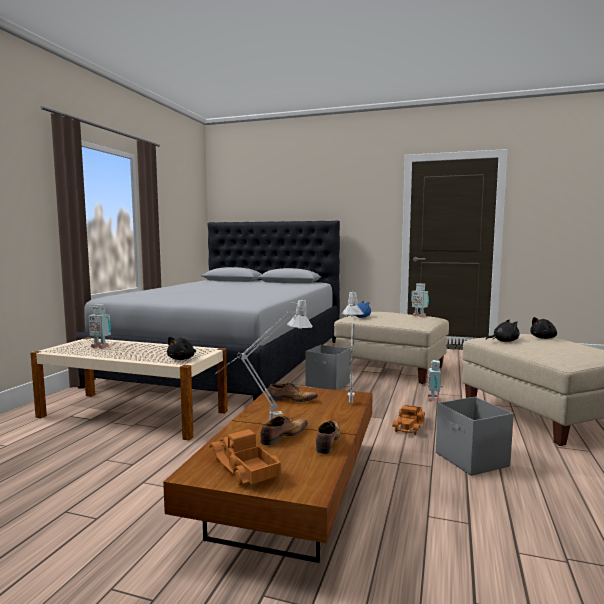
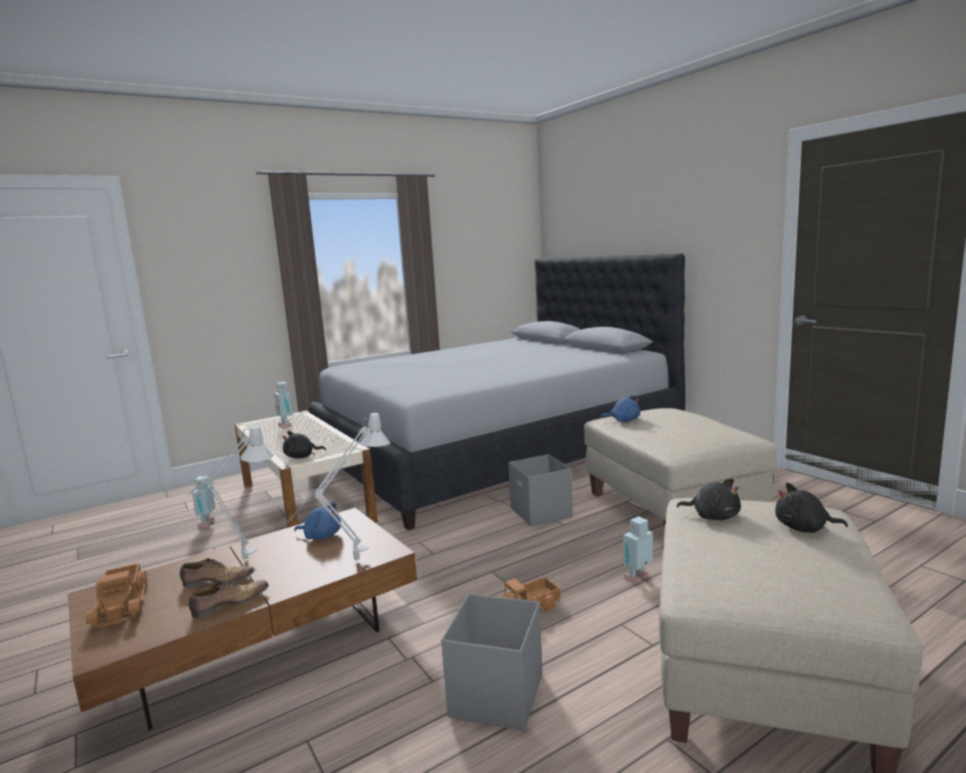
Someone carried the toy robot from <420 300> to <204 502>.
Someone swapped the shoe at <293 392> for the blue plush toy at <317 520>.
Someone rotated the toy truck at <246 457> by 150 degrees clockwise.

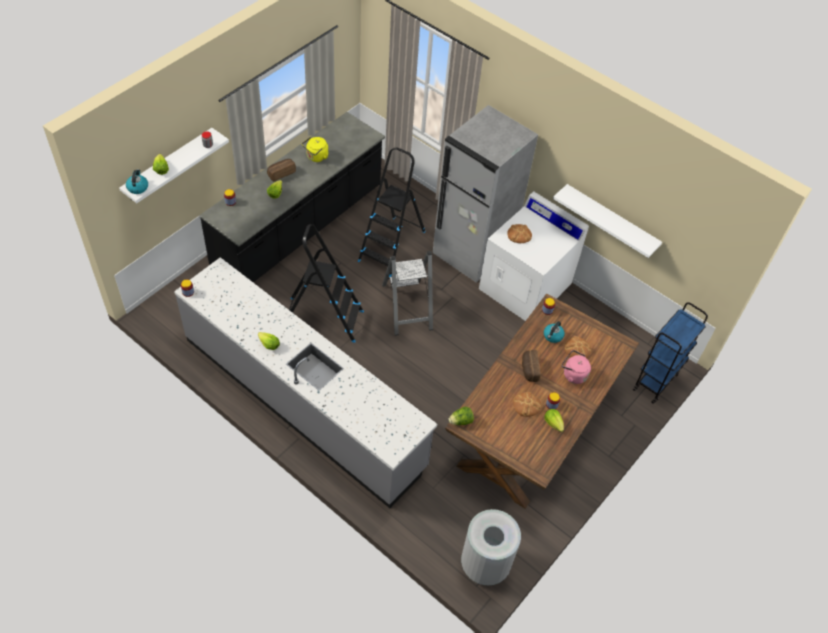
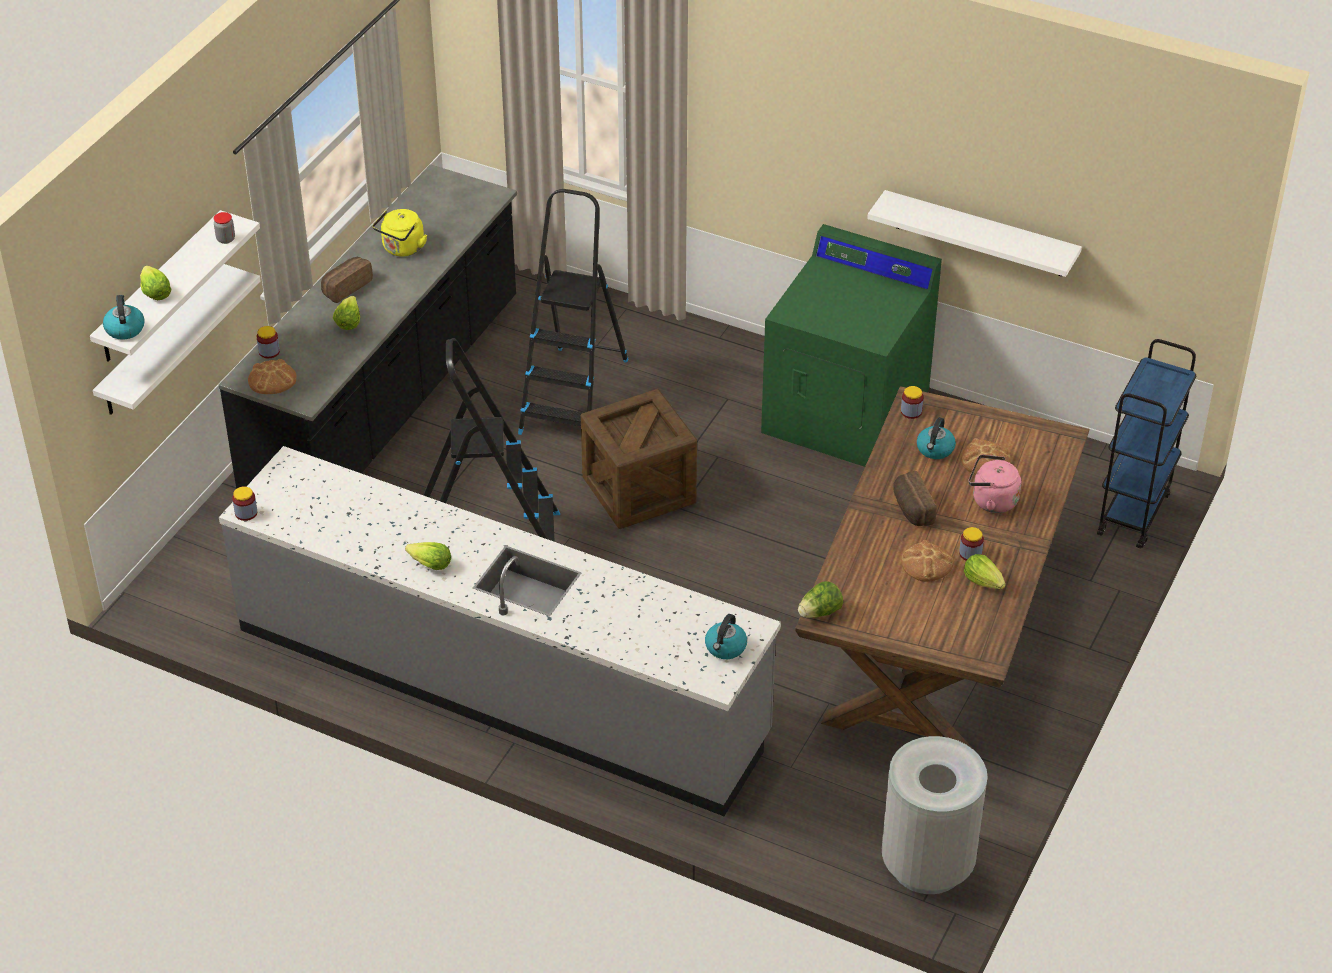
Someone took away the grey fridge at <485 194>.
Someone put up the white shelf at <177 339>.
Someone put down the kettle at <726 636>.
Someone carried the bread from <519 233> to <272 376>.
Someone swapped the grey step ladder at <407 293> for the crate at <639 459>.
Someone repainted the white washing machine at <534 256>, which became the green washing machine at <851 345>.

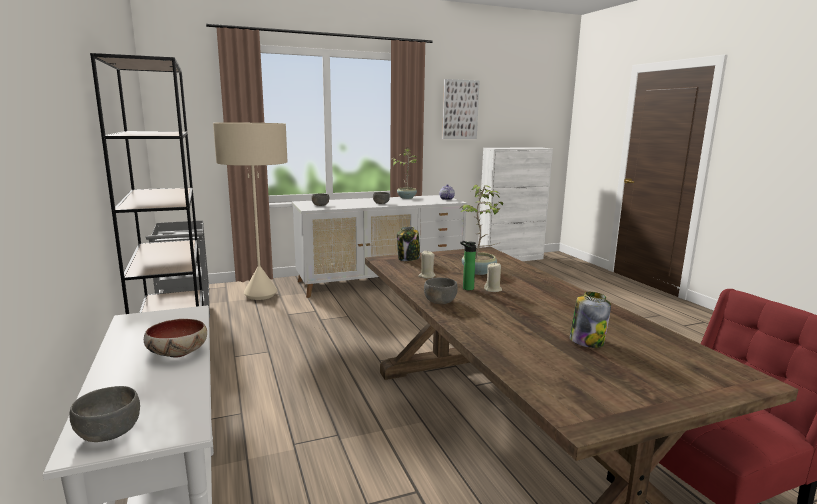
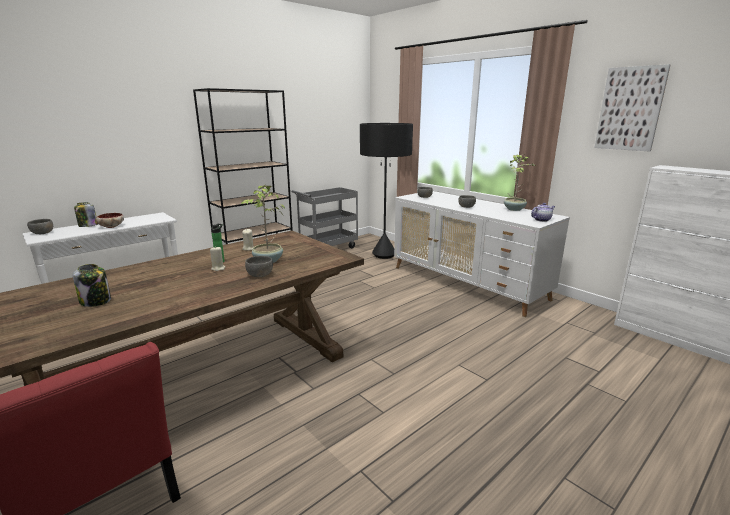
Someone carried the jar from <408 244> to <86 214>.
Someone carried the grey bowl from <441 291> to <259 266>.
Someone repainted the beige floor lamp at <250 211>, which became the black floor lamp at <386 191>.

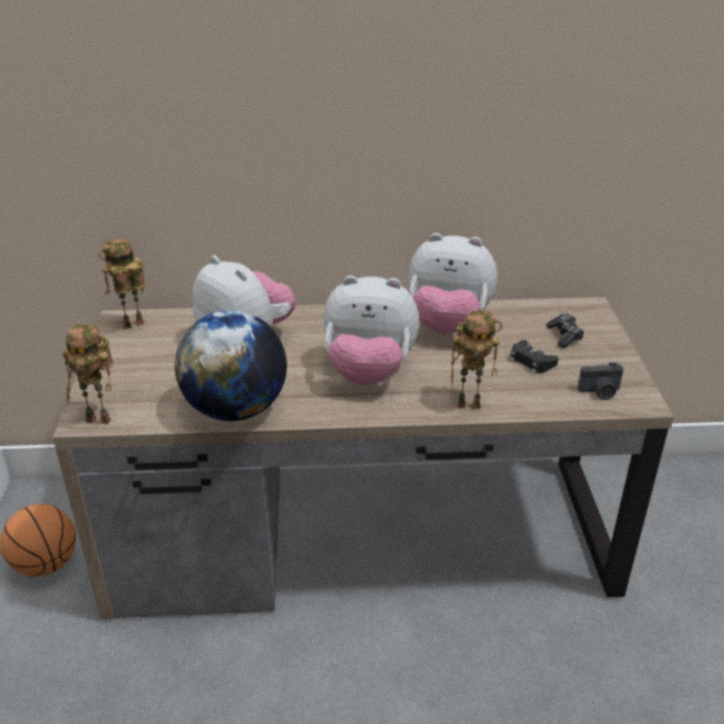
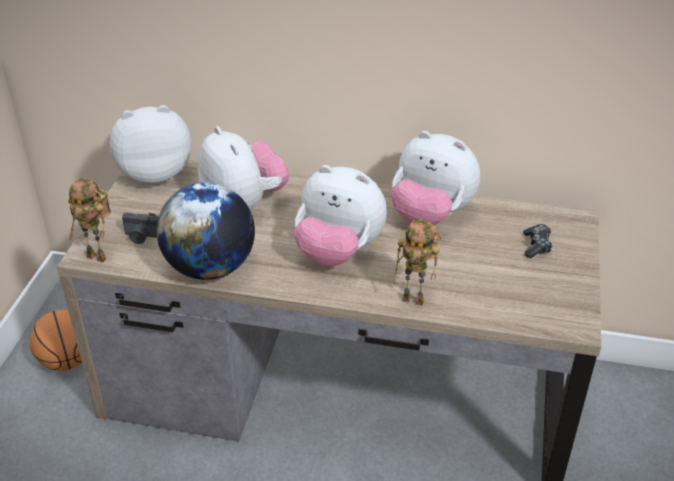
Someone took away the black game controller at <534 357>.
Someone carried the photo camera from <601 381> to <140 228>.
Someone swapped the toy robot at <122 284> for the plush toy at <150 145>.

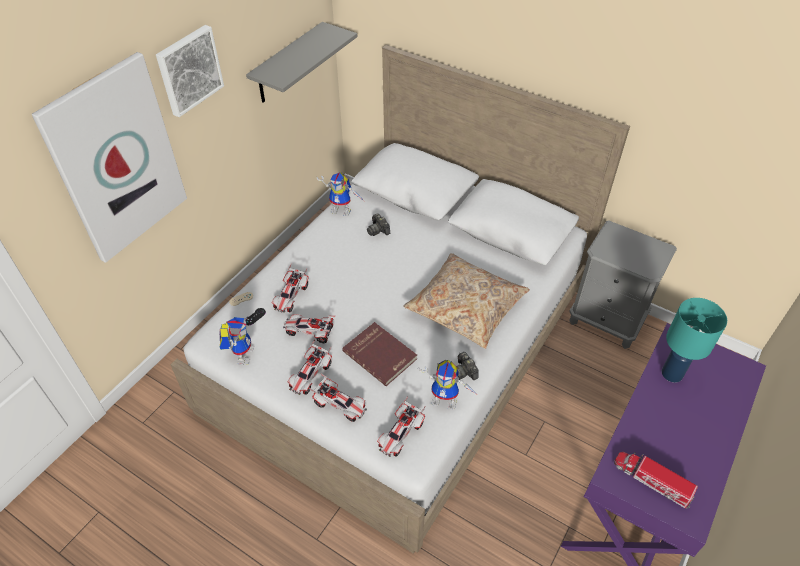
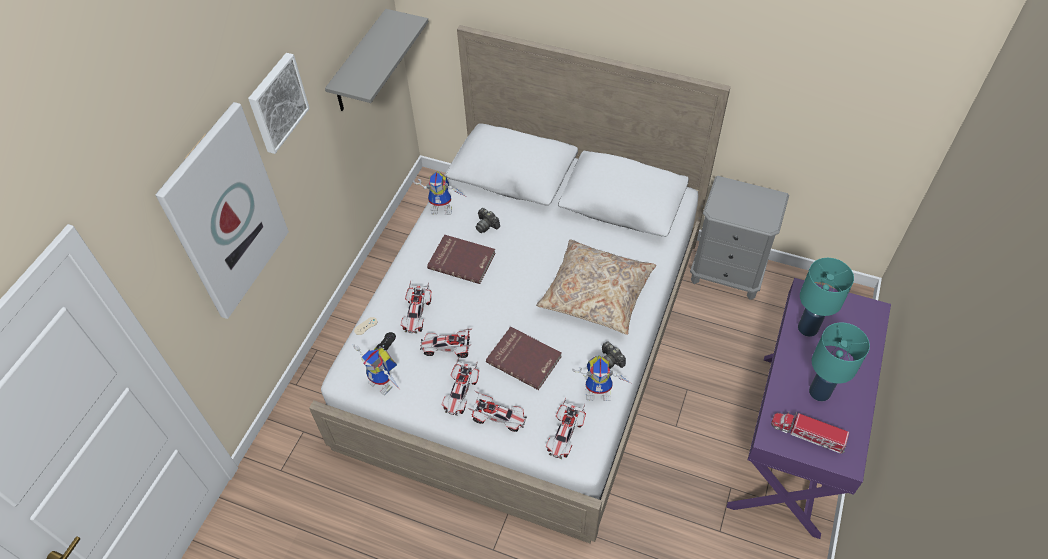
Someone put down the red book at <461 259>.
Someone put down the turquoise table lamp at <839 361>.
Someone rotated the toy robot at <236 341> by 135 degrees clockwise.

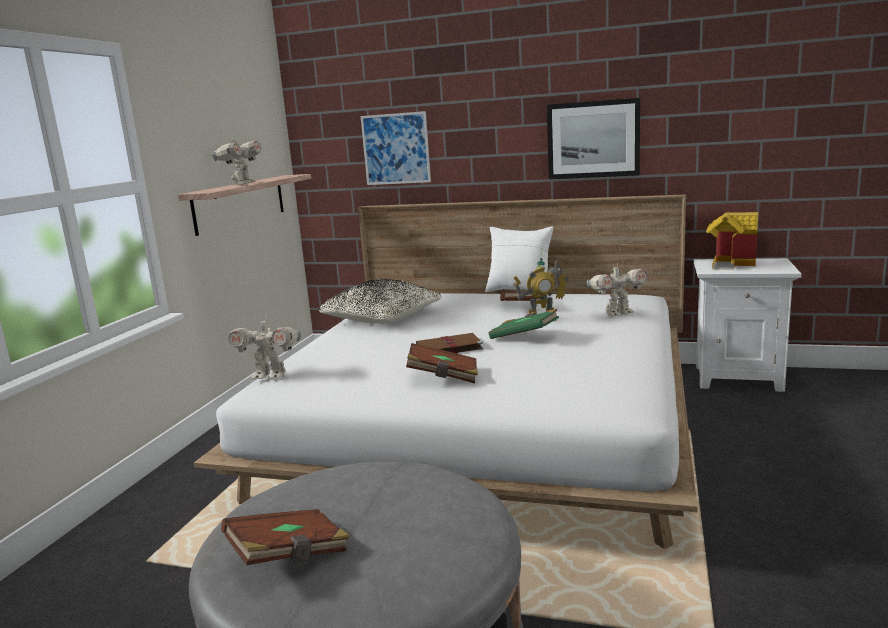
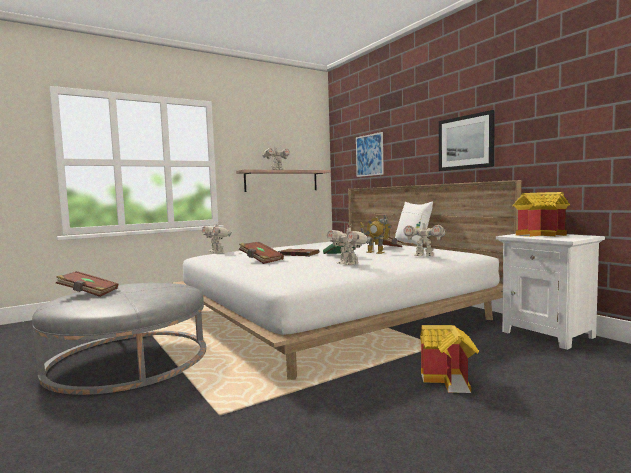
Someone took away the beige pillow at <380 301>.
Someone put down the toy robot at <348 245>.
Someone put down the toy house at <449 359>.

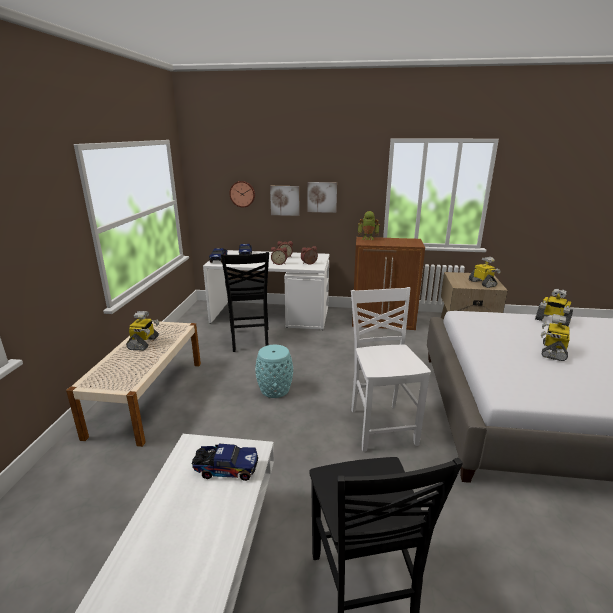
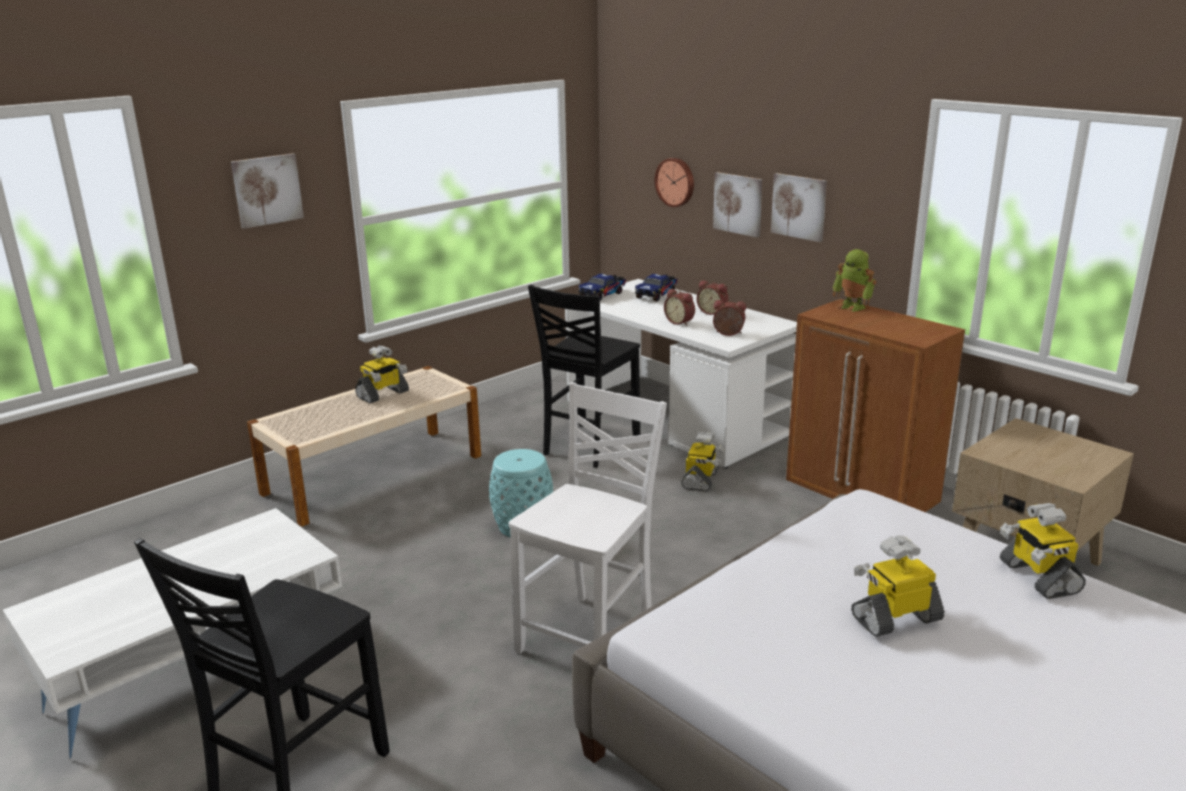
Someone took away the toy truck at <225 462>.
Someone put up the picture at <267 191>.
Someone carried the toy robot from <485 272> to <702 462>.

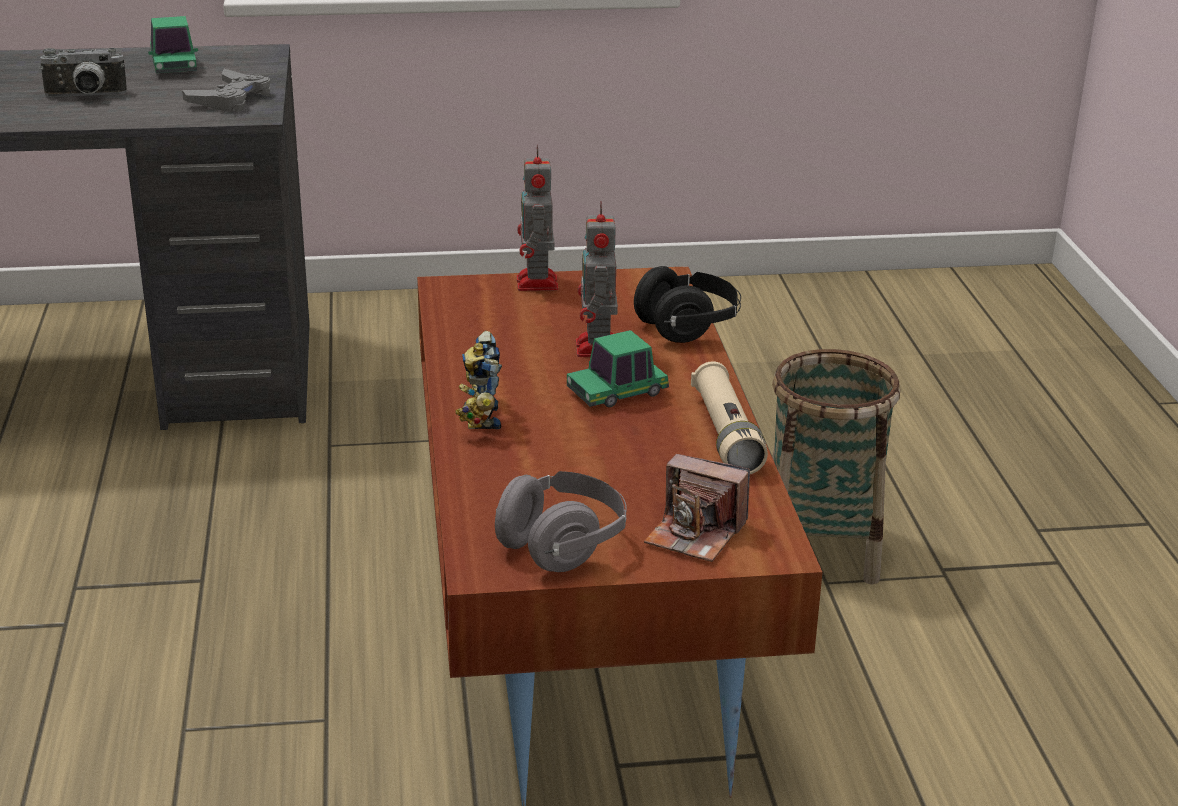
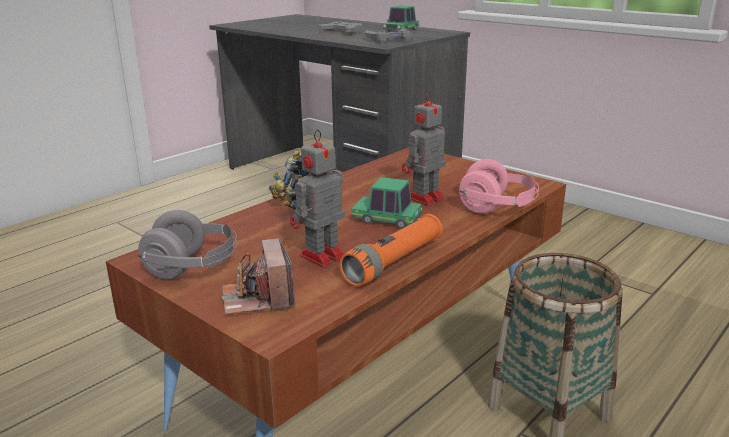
Someone carried the toy robot from <538 217> to <317 198>.
Someone swapped the photo camera at <83 72> for the grey game controller at <340 27>.
Someone repainted the black headphones at <687 304>, which became the pink headphones at <499 186>.
Someone repainted the beige flashlight at <729 417>, which became the orange flashlight at <391 250>.

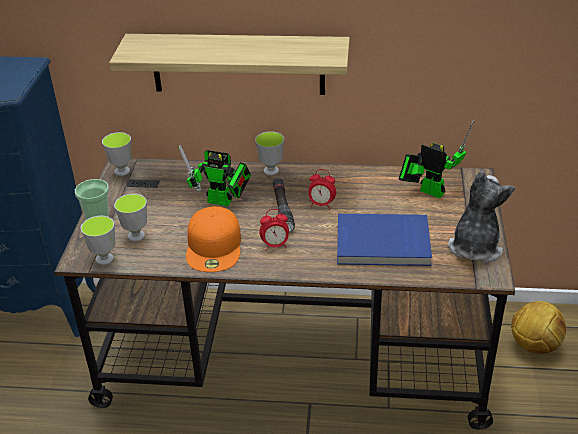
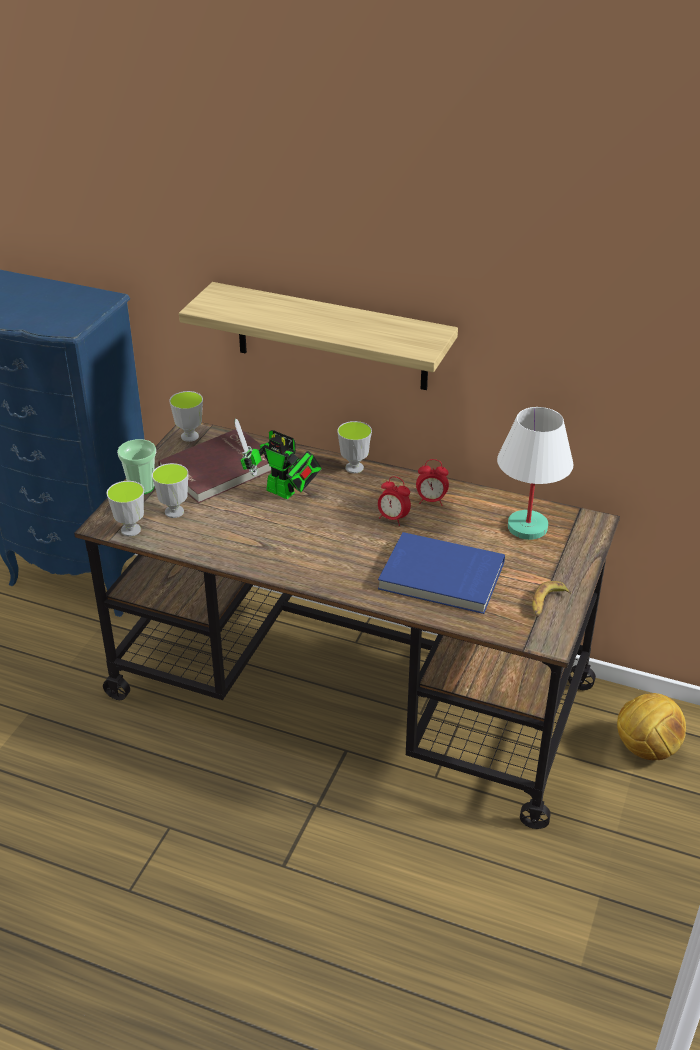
Someone took away the orange cap at <213 239>.
Someone took away the black flashlight at <284 205>.
Someone put down the red book at <214 466>.
Someone carried the alarm clock from <274 230> to <432 482>.
Someone swapped the toy robot at <436 159> for the white table lamp at <535 473>.
Someone swapped the plush toy at <481 216> for the banana at <551 599>.

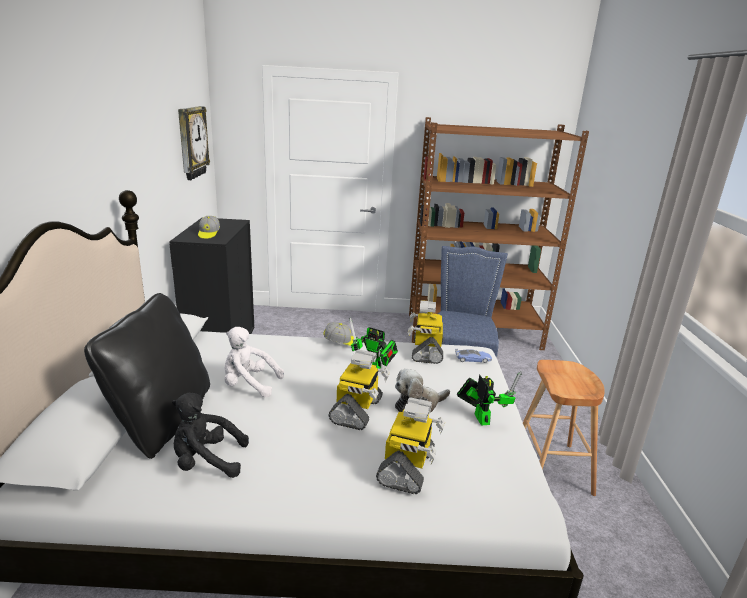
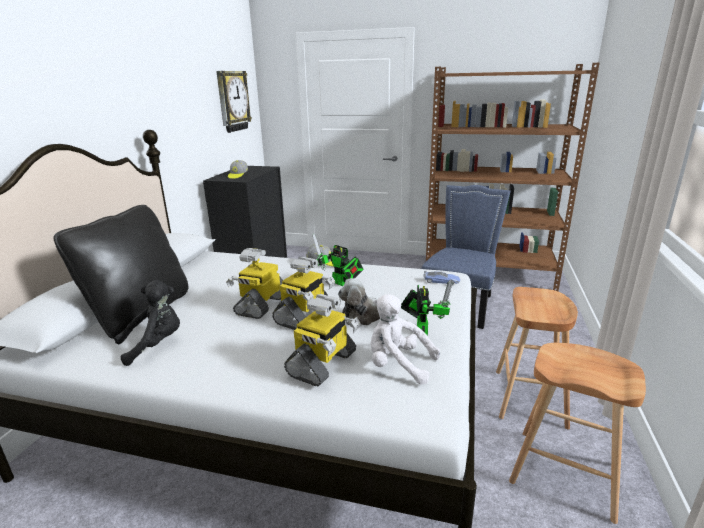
Someone put down the brown stool at <577 433>.
Someone carried the white plush toy from <254 362> to <405 339>.
Someone carried the toy robot from <426 332> to <254 283>.
Someone rotated the black plush toy at <210 435> by 135 degrees clockwise.

